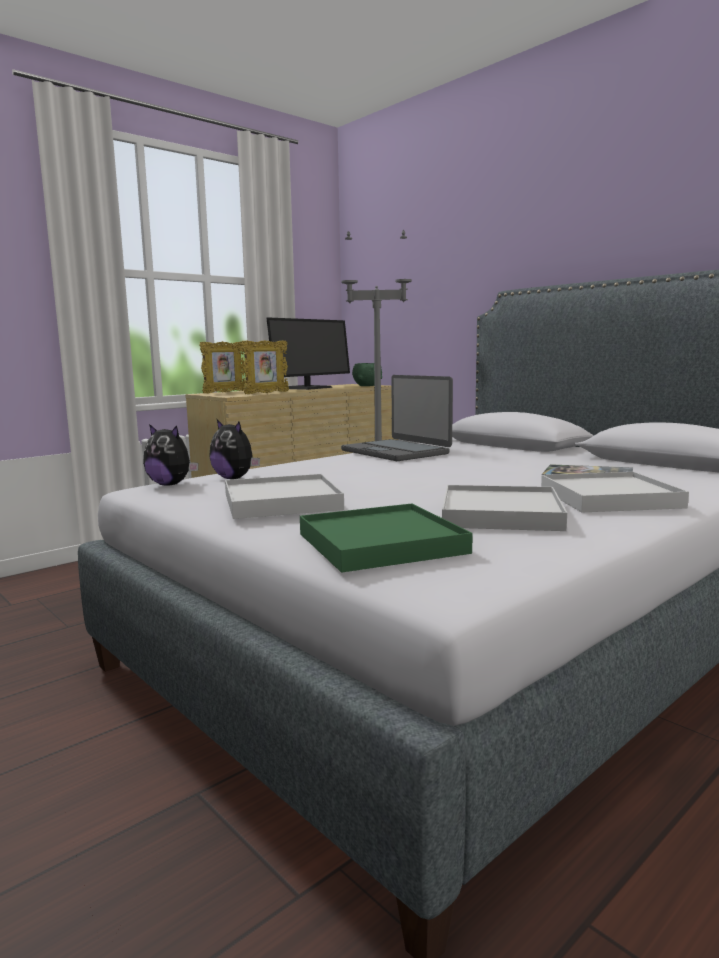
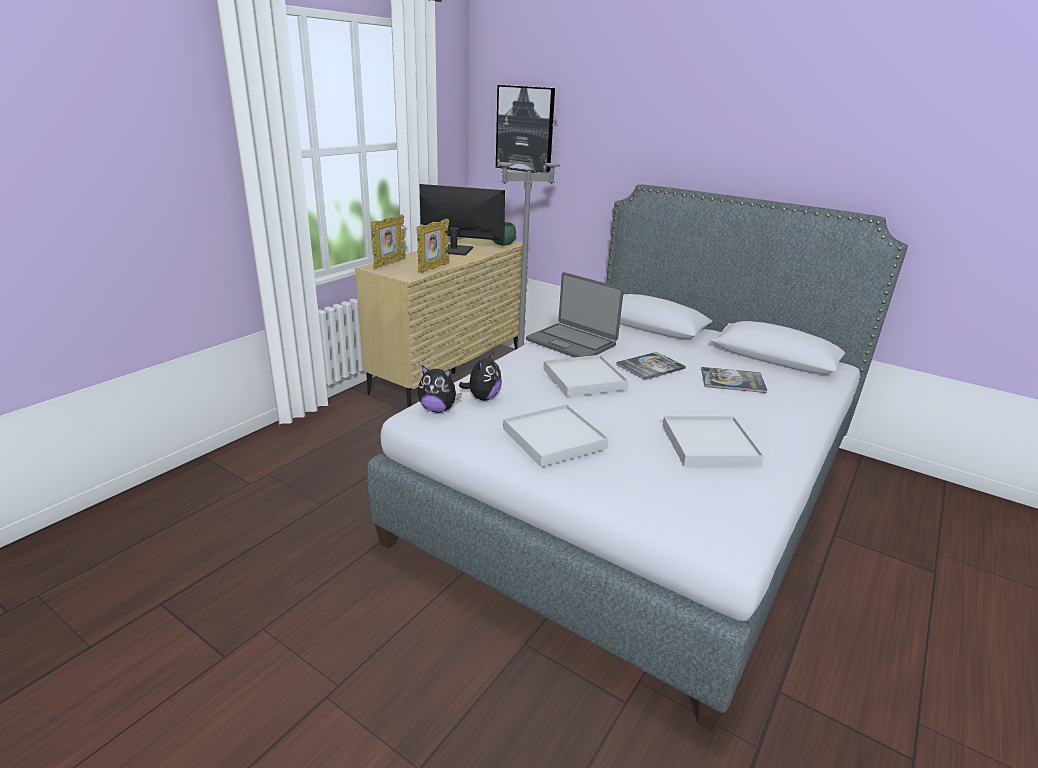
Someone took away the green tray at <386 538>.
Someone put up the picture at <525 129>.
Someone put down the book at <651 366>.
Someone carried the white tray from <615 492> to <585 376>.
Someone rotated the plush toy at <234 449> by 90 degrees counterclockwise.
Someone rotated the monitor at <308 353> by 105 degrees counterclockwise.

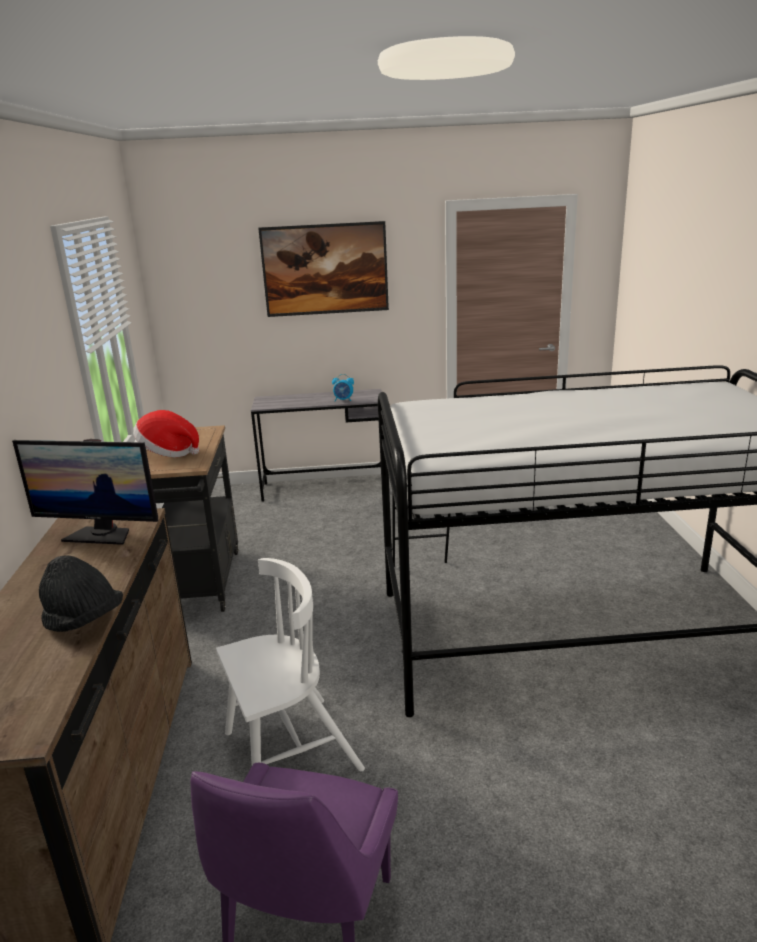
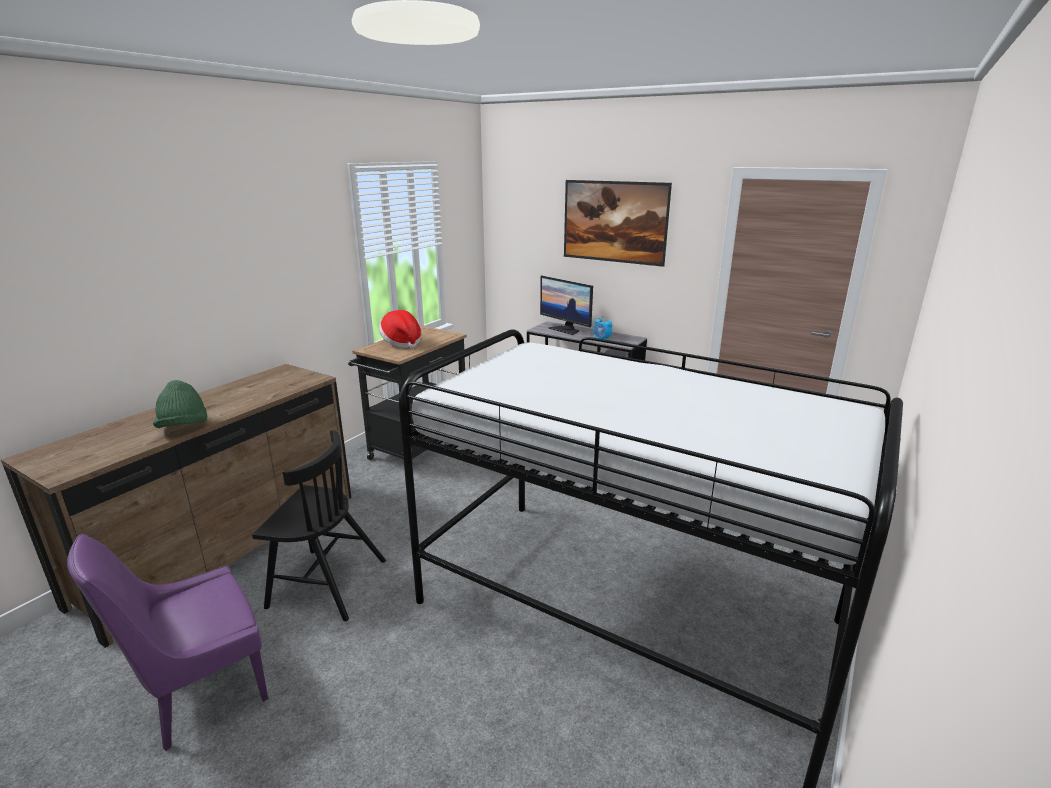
Someone carried the monitor from <85 492> to <566 305>.
Someone repainted the black hat at <81 594>, which became the green hat at <180 404>.
Someone repainted the white chair at <290 664>, which became the black chair at <319 525>.

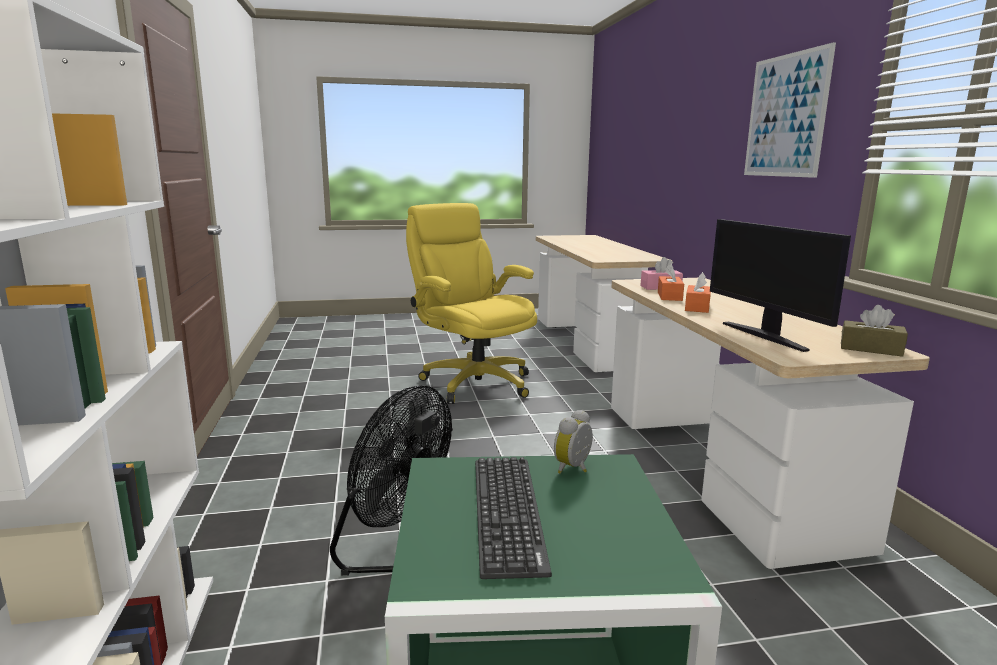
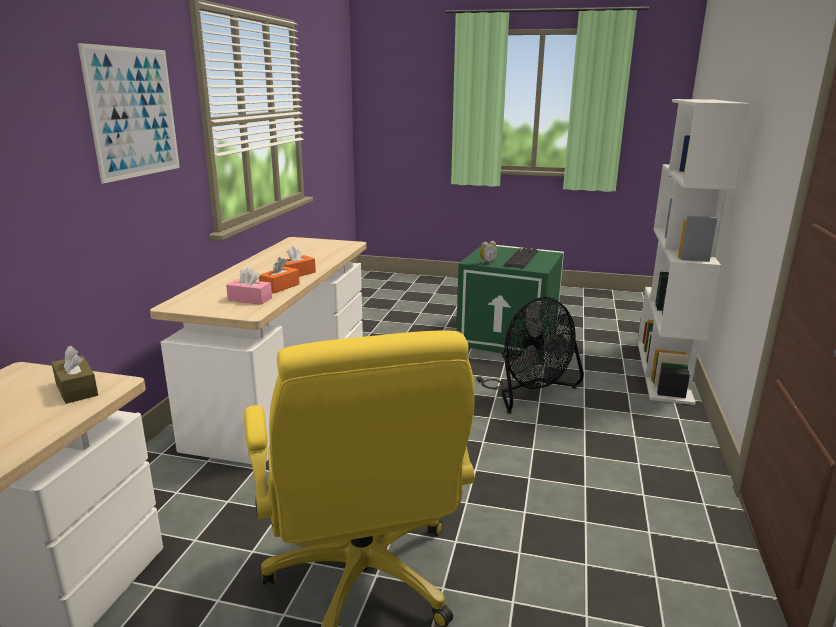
Someone took away the monitor at <780 285>.
Someone carried the brown tissue box from <874 331> to <75 374>.

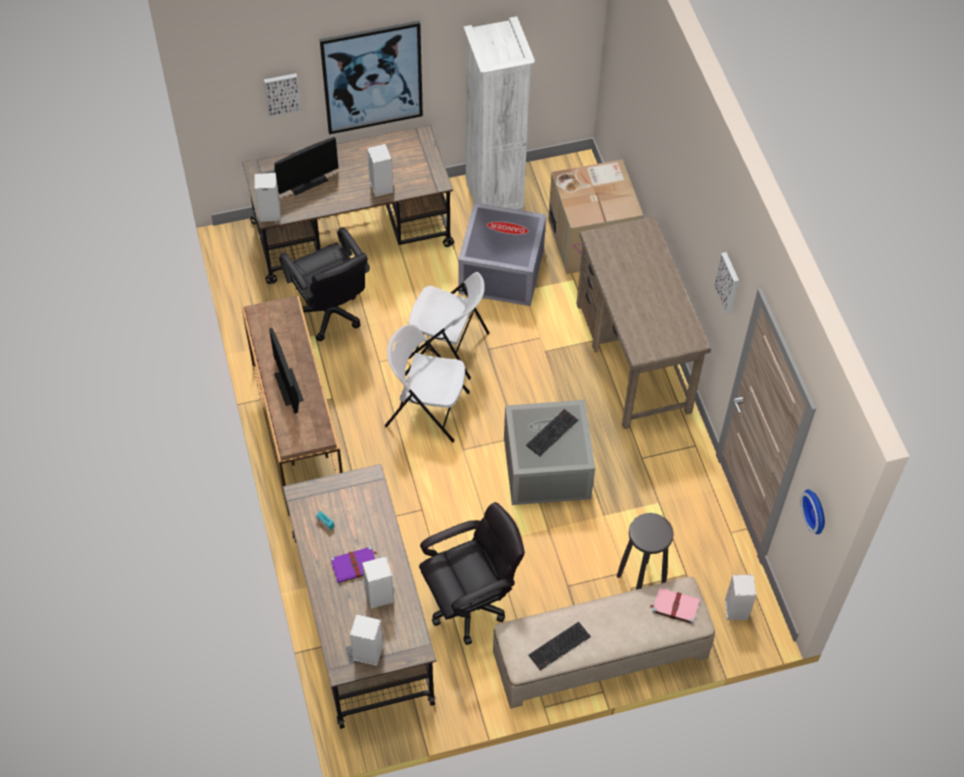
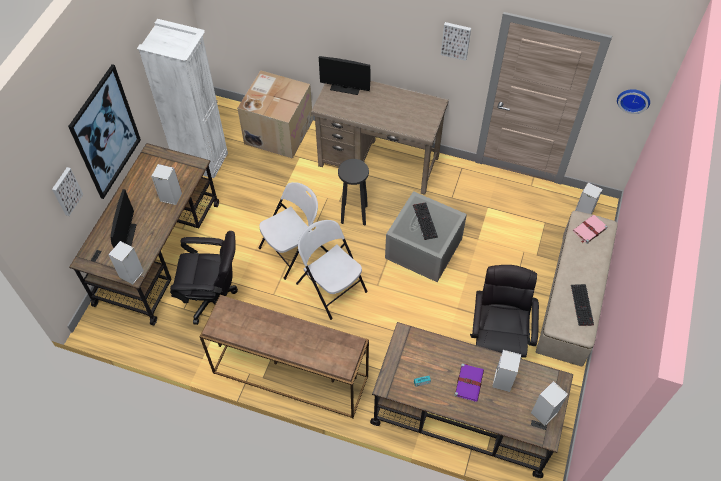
Someone took away the grey storage box at <502 254>.
Someone carried the monitor from <286 370> to <345 75>.
Someone carried the black stool from <645 551> to <353 192>.
Someone rotated the white chair at <427 383> by 90 degrees clockwise.

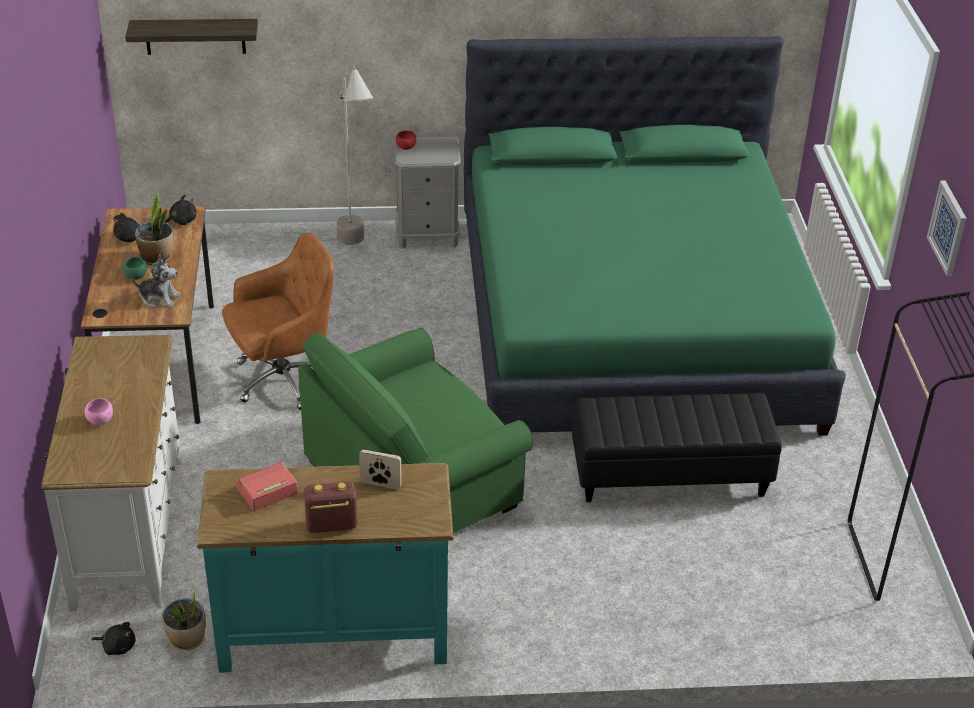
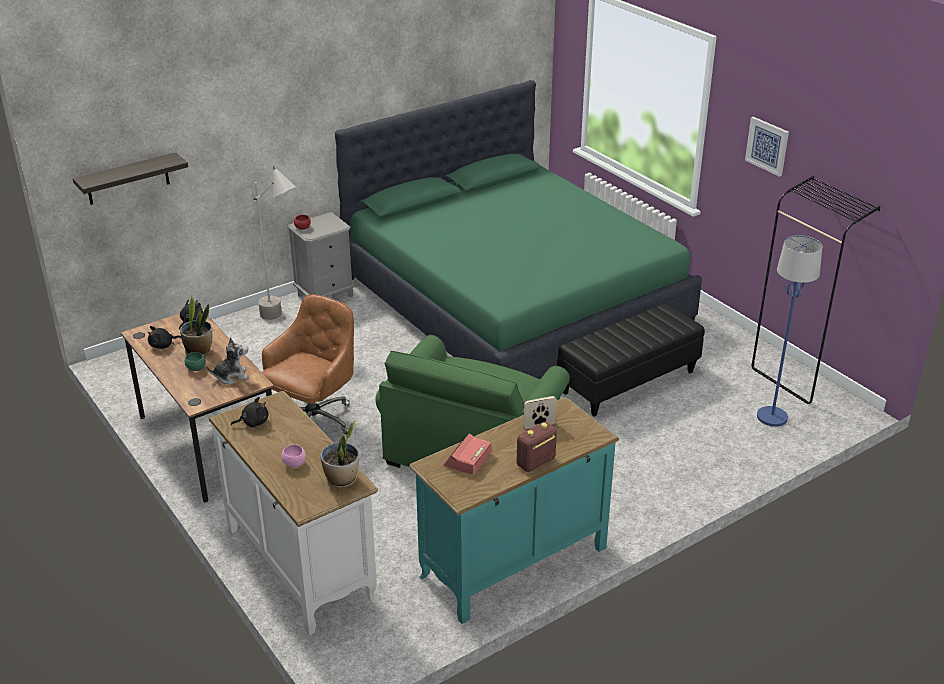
Someone put down the blue floor lamp at <789 331>.
Someone carried the black plush toy from <113 638> to <250 412>.
Someone carried the potted plant from <184 620> to <339 454>.

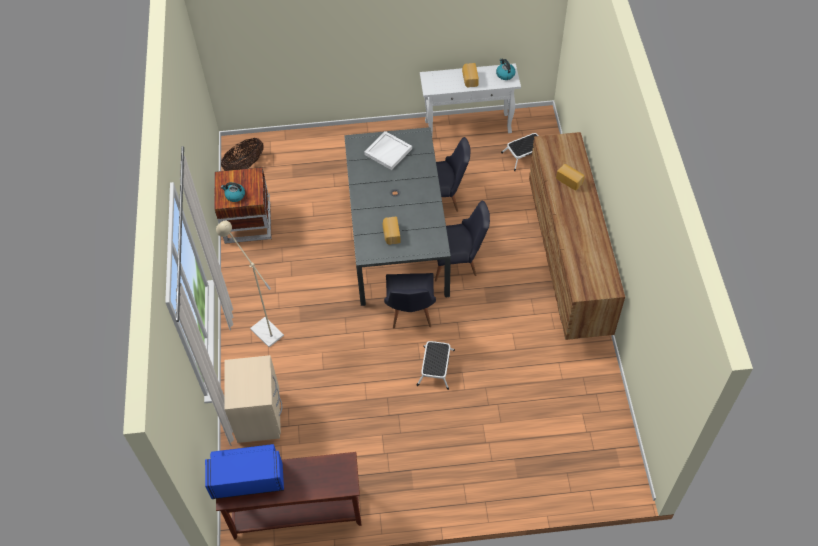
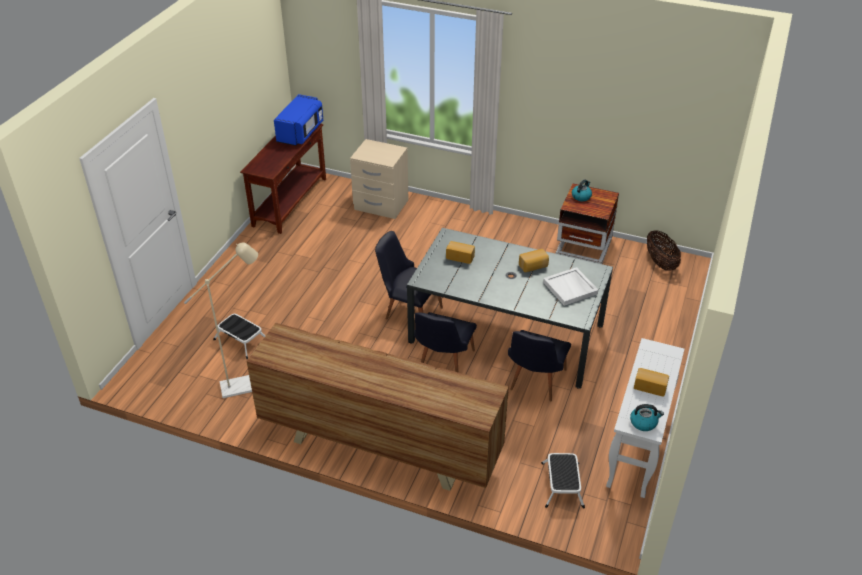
Someone carried the beige floor lamp from <250 284> to <221 320>.
Someone carried the black step ladder from <436 365> to <239 336>.
Someone carried the bread from <570 177> to <534 260>.

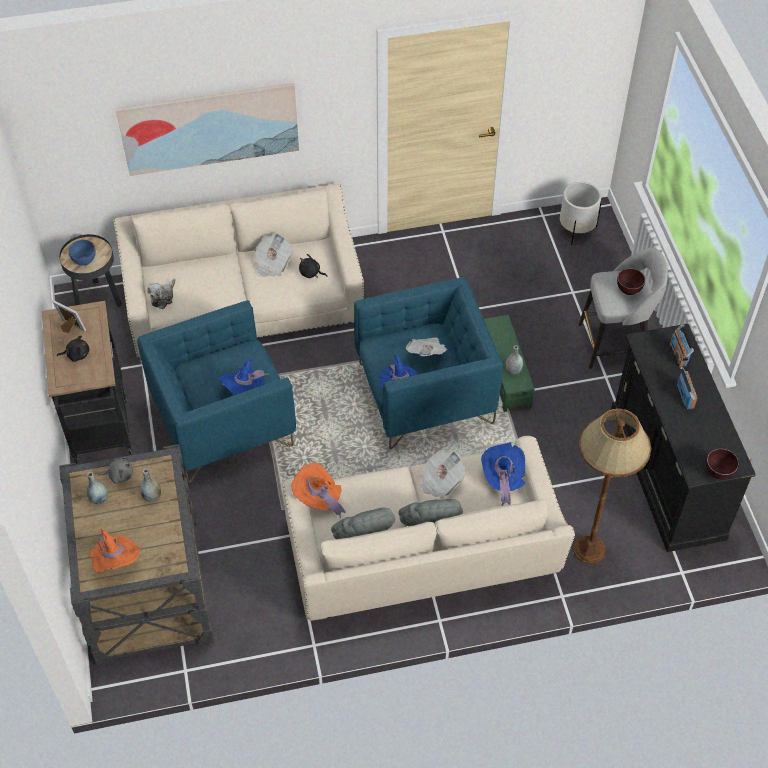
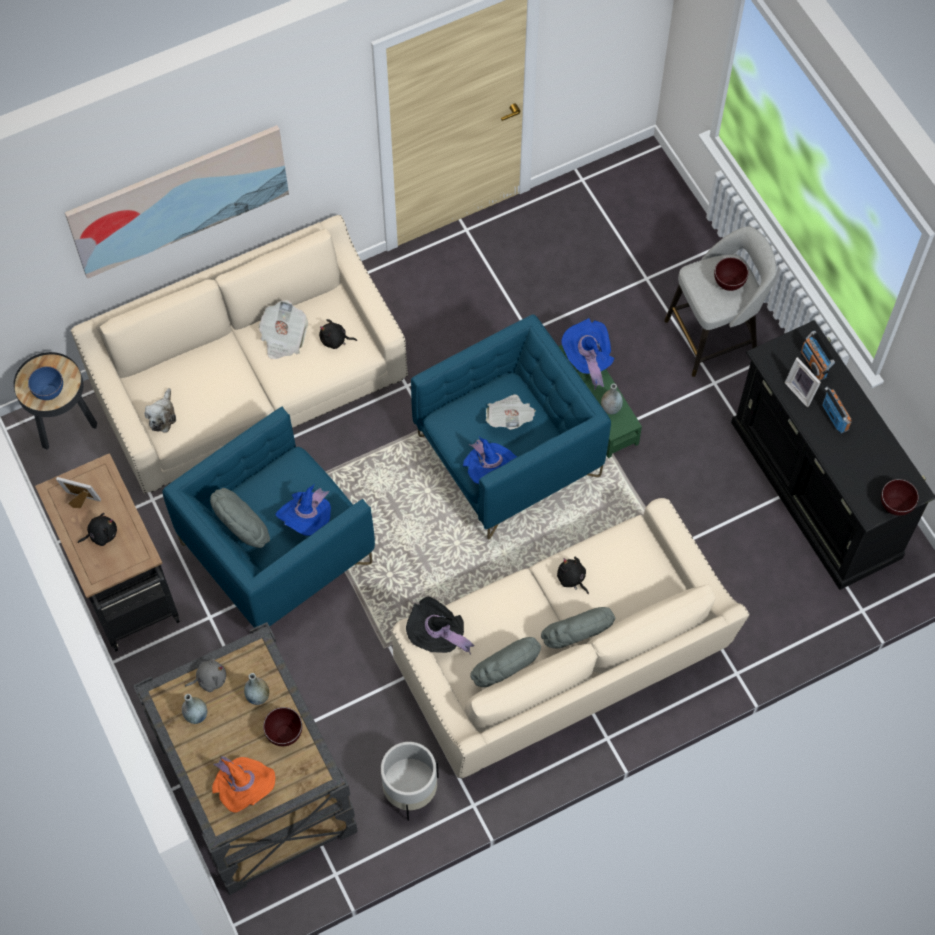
Someone took away the brown floor lamp at <612 486>.
Someone put down the grey pillow at <240 518>.
Someone put down the brown bowl at <282 726>.
Someone put down the picture frame at <803 382>.
Someone carried the blue hat from <503 474> to <587 354>.
Someone carried the white planter from <580 213> to <410 781>.
Someone swapped the newspaper at <442 474> for the black plush toy at <573 575>.
Someone repainted the orange hat at <319 490>, which became the black hat at <440 625>.

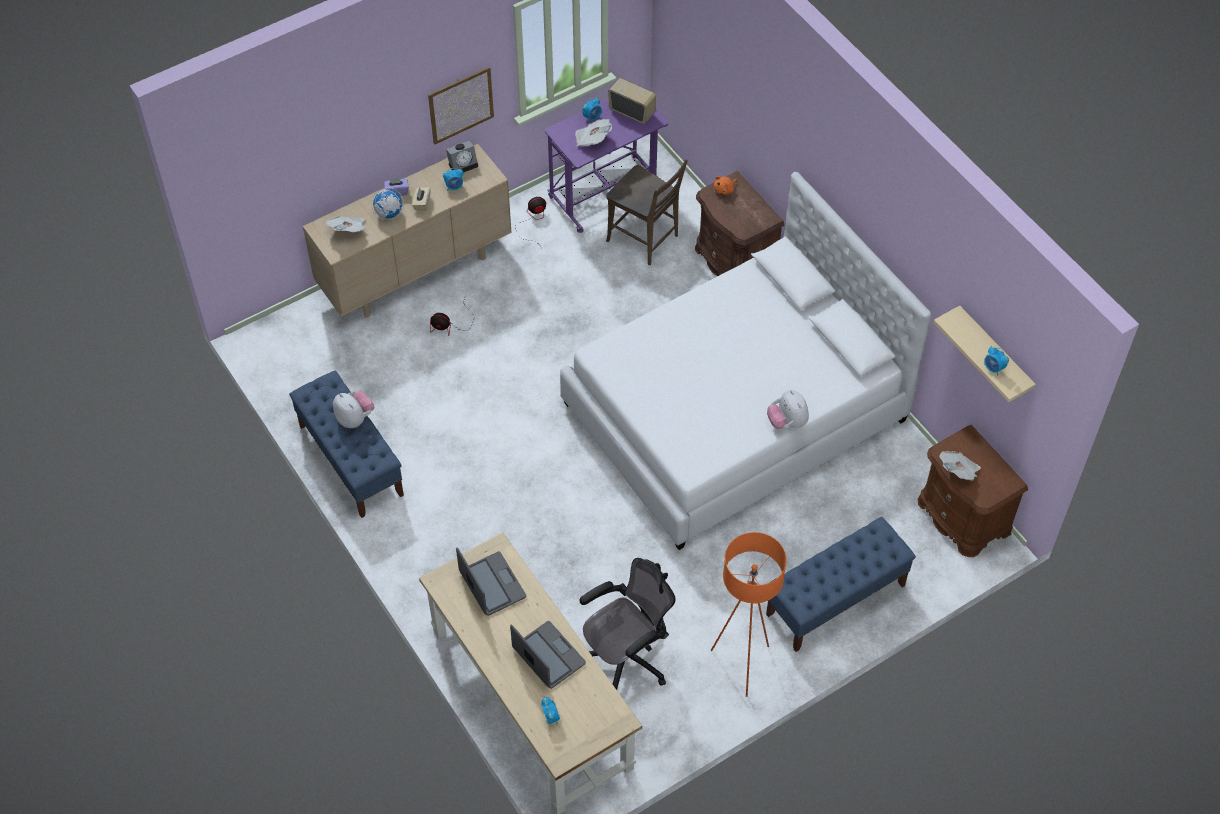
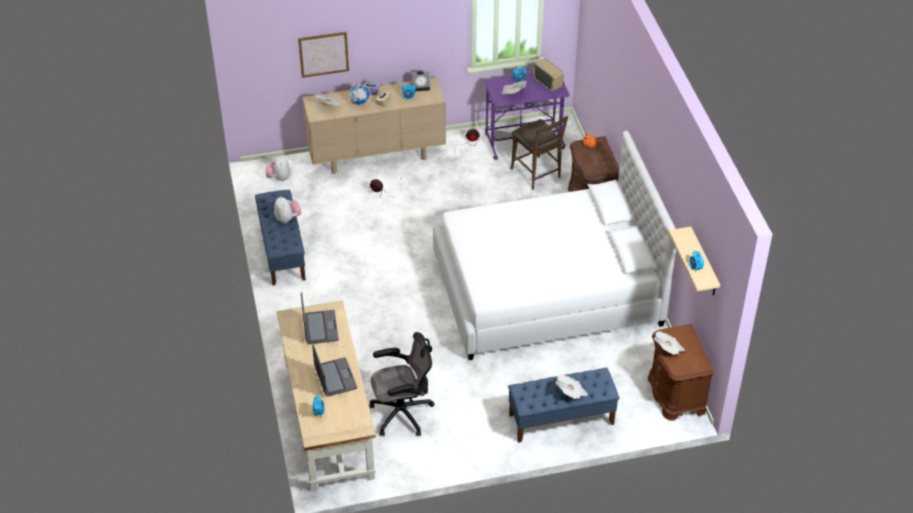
Someone took away the orange floor lamp at <749 614>.
Someone put down the newspaper at <572 387>.
Someone carried the picture from <461 106> to <323 55>.
Someone carried the plush toy from <788 409> to <278 168>.

